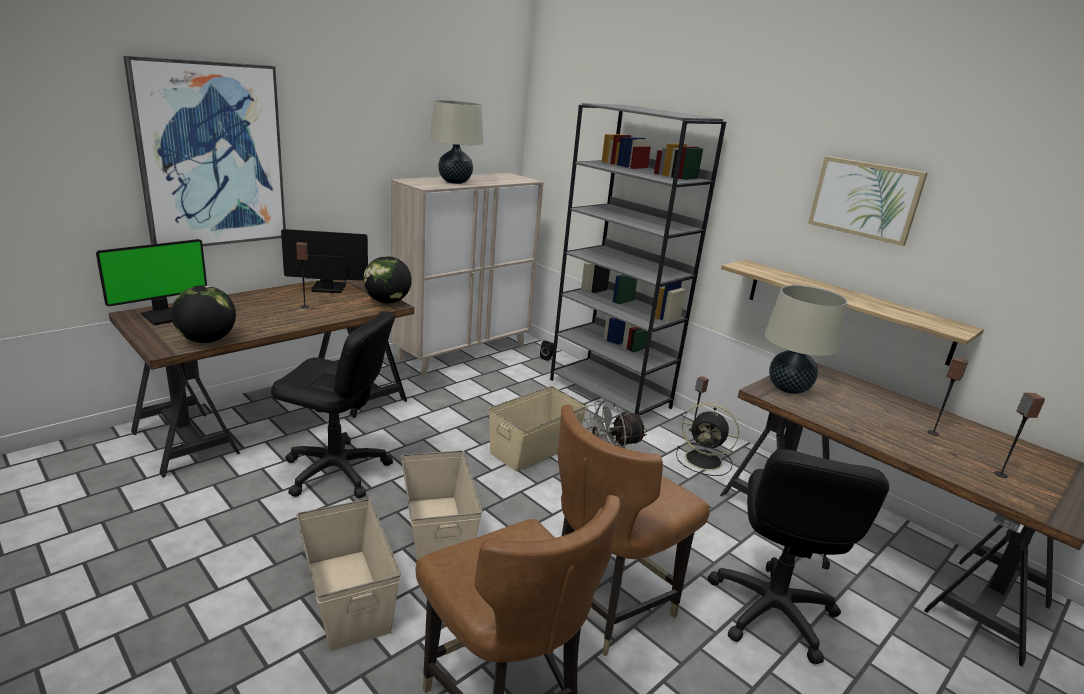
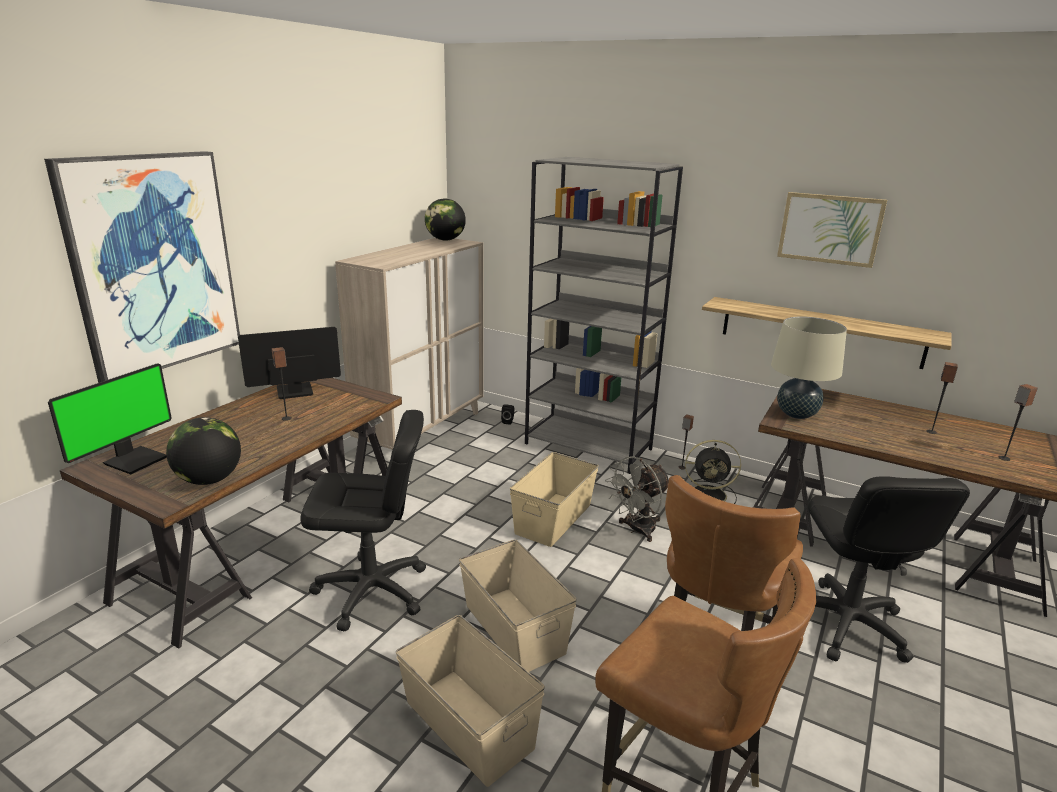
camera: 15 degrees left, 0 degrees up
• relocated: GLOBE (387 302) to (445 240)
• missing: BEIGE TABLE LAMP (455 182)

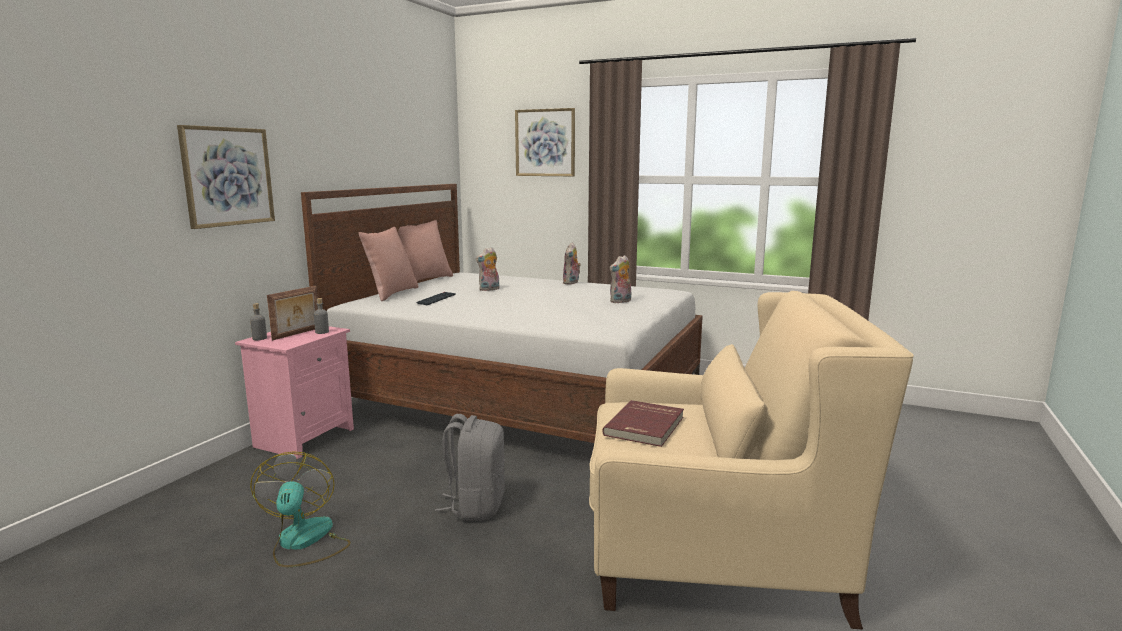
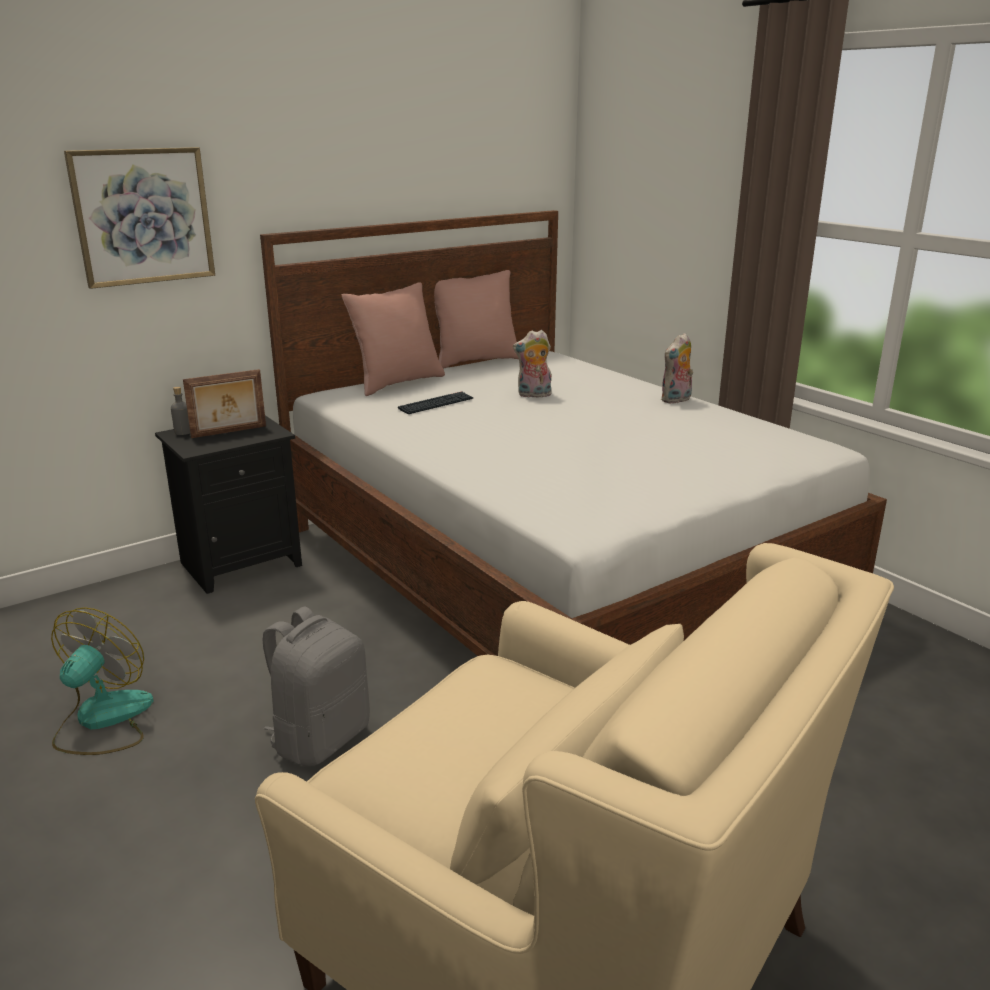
camera: 30 degrees right, 10 degrees up
• colour: PINK NIGHTSTAND (304 437) to BLACK NIGHTSTAND (242 563)
• missing: GREY BOTTLE (322 332)
• missing: PICTURE (545 143)
• missing: RED BOOK (646 426)
• missing: PLUSH TOY (620 301)

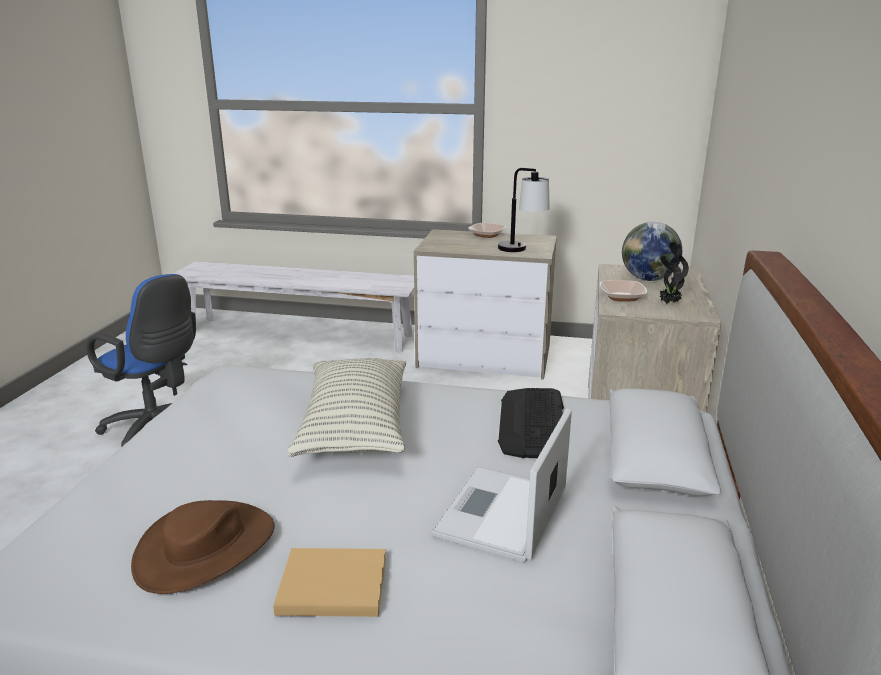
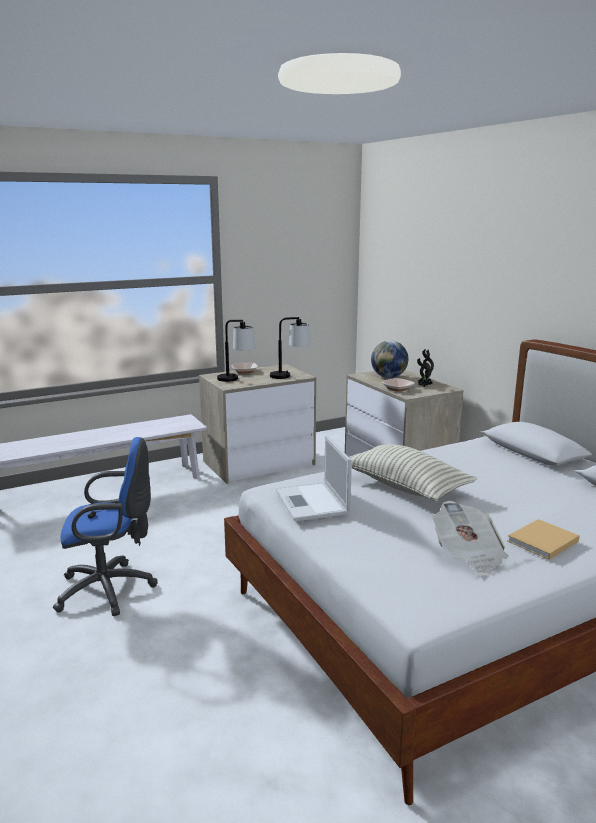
camera: 40 degrees left, 5 degrees down
• appeared: TABLE LAMP (236 380)
• relocated: LAPTOP (501 515) to (312 503)
• exchanged: BROWN HAT (206 548) to NEWSPAPER (468 555)
• missing: KEYBOARD (532 423)

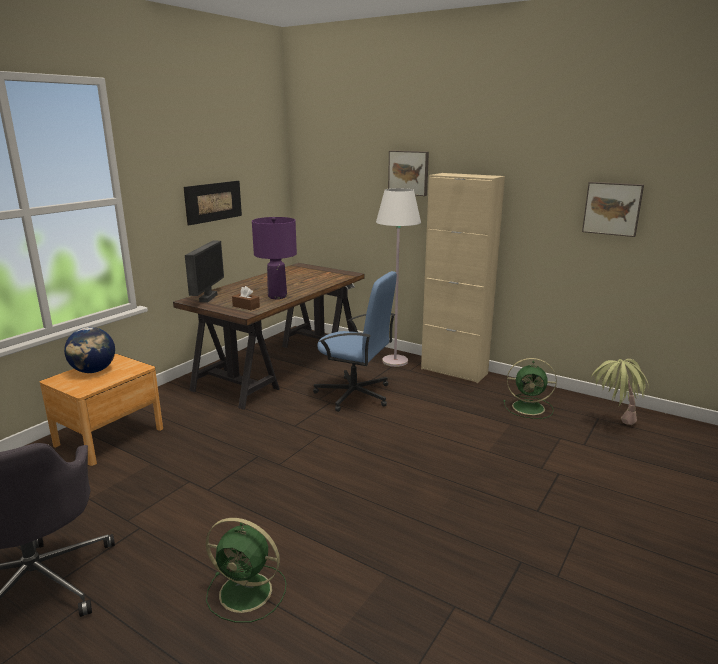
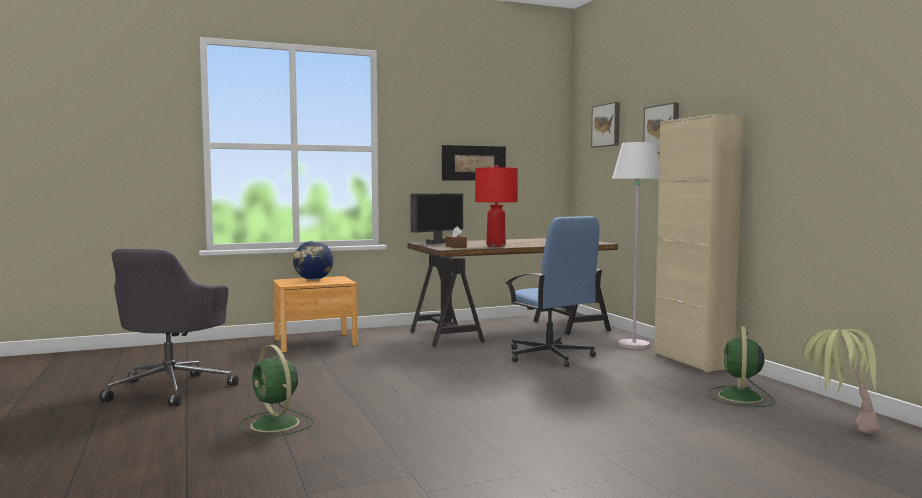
camera: 35 degrees right, 15 degrees down
• colour: PURPLE TABLE LAMP (277 296) to RED TABLE LAMP (496 246)
• relocated: PICTURE (612 208) to (607 125)
• spun: GREEN FAN (530 408) = (740 397) 60 degrees clockwise

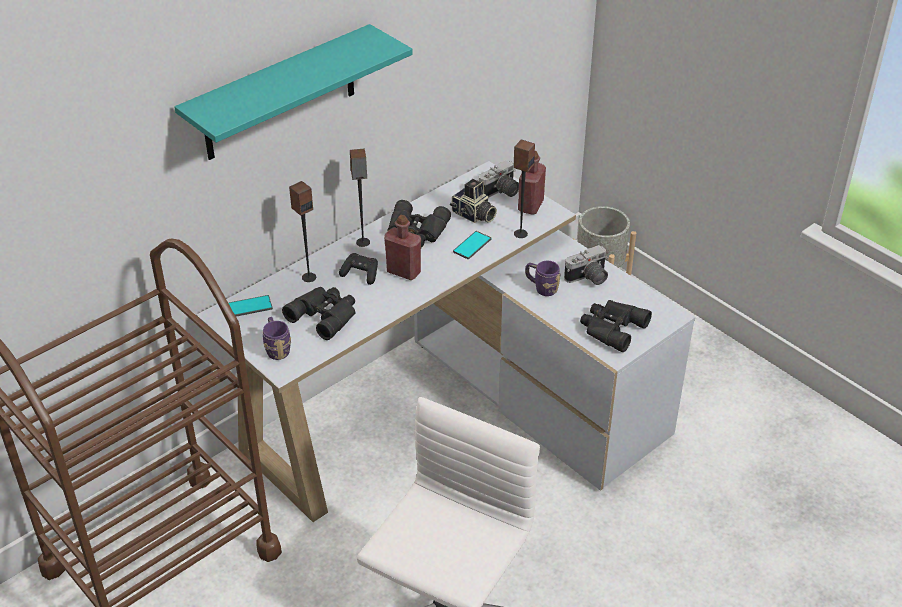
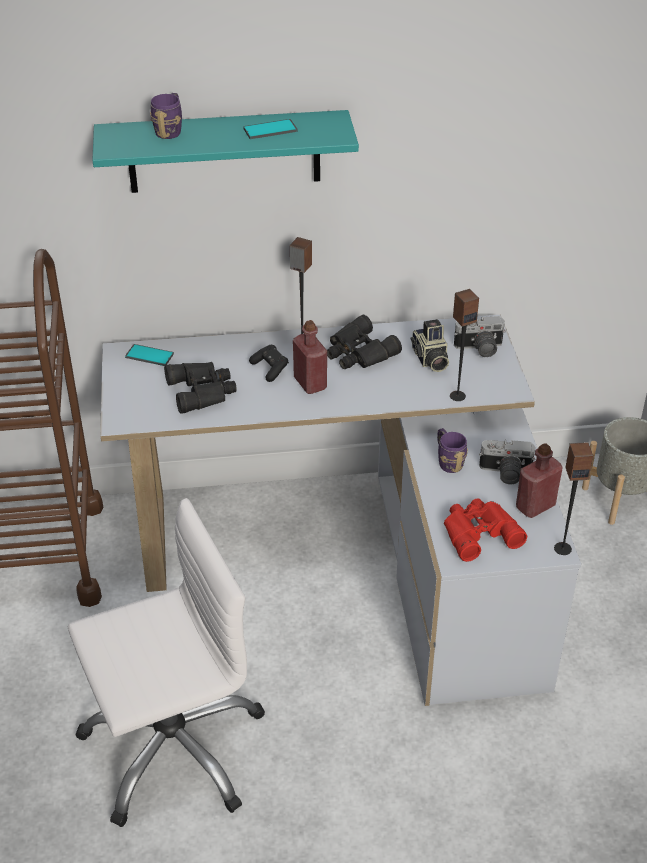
camera: 35 degrees right, 0 degrees up
• relocated: PURPLE MUG (277 348) to (170 130)
• relocated: PHONE (472 245) to (270 130)
• colour: BLACK BINOCULARS (611 328) to RED BINOCULARS (478 532)
• relocated: RED BOTTLE (530 206) to (535 506)
• relocated: SPEAKER (309 277) to (562 548)

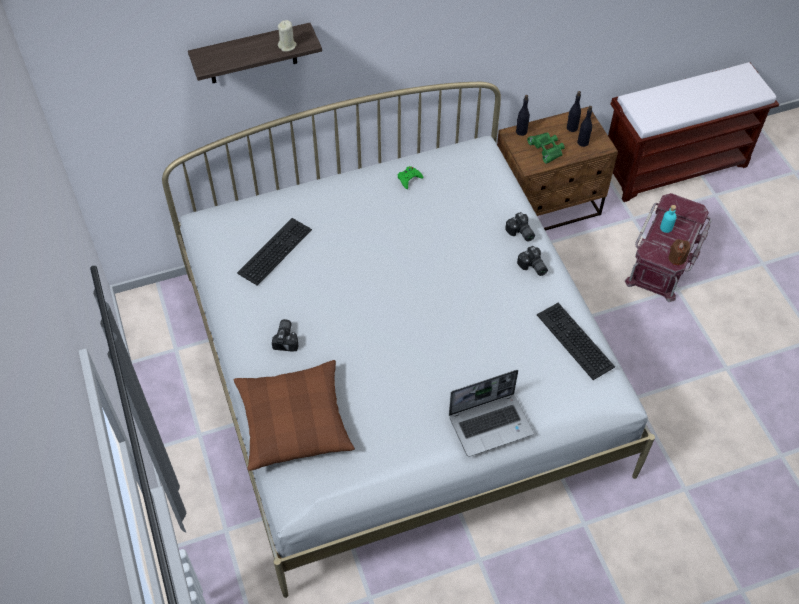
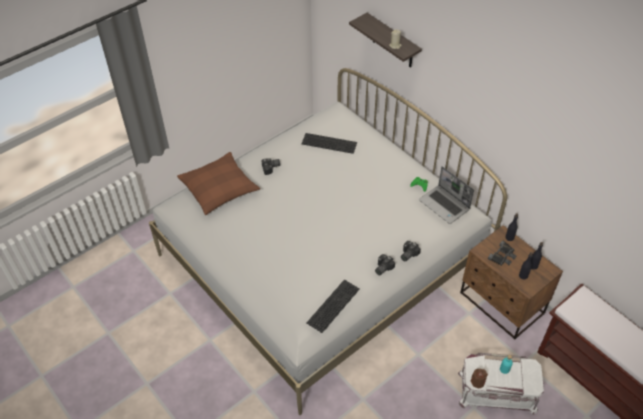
camera: 70 degrees right, 5 degrees down
• relocated: LAPTOP (491 424) to (445 205)
• colour: RED STORAGE BOX (664 260) to WHITE STORAGE BOX (497 392)
• colour: GREEN BINOCULARS (547 149) to BLACK BINOCULARS (503 256)

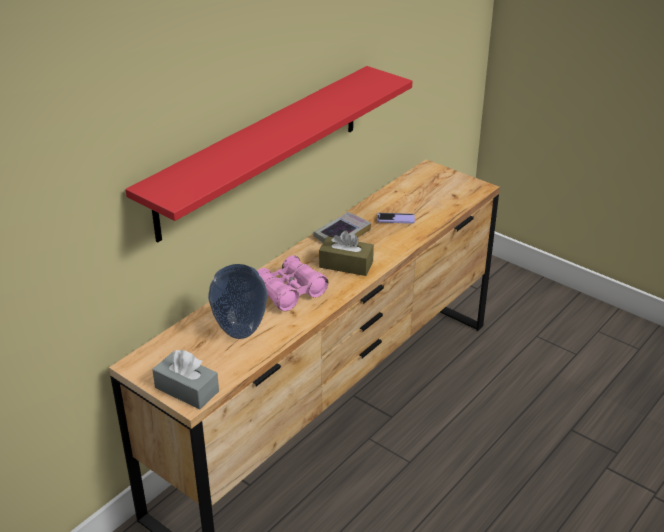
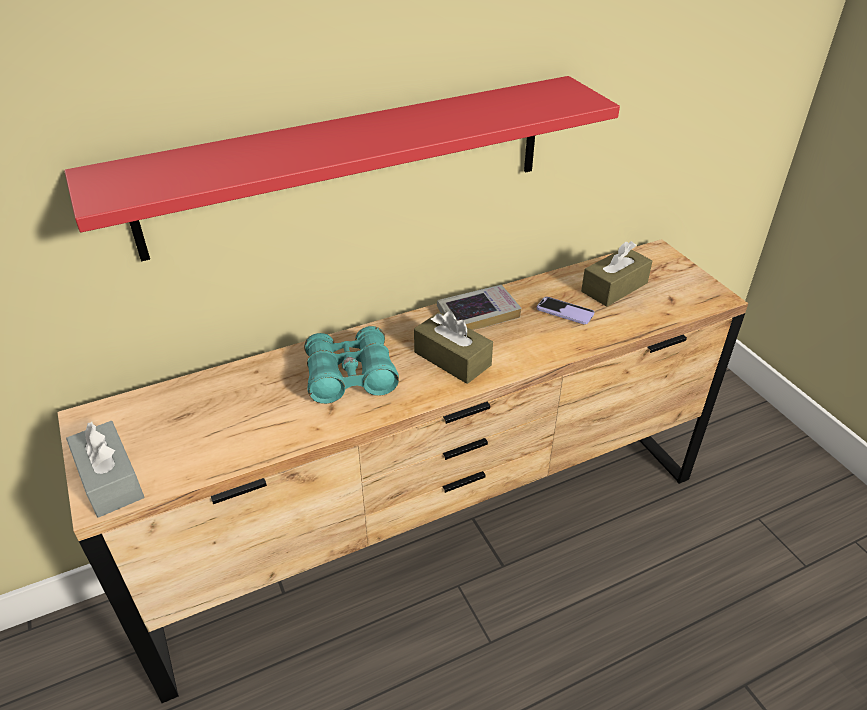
camera: 25 degrees right, 5 degrees up
• colour: PINK BINOCULARS (290 292) to TURQUOISE BINOCULARS (350 377)
• appeared: BROWN TISSUE BOX (614 287)
• missing: VASE (240 331)

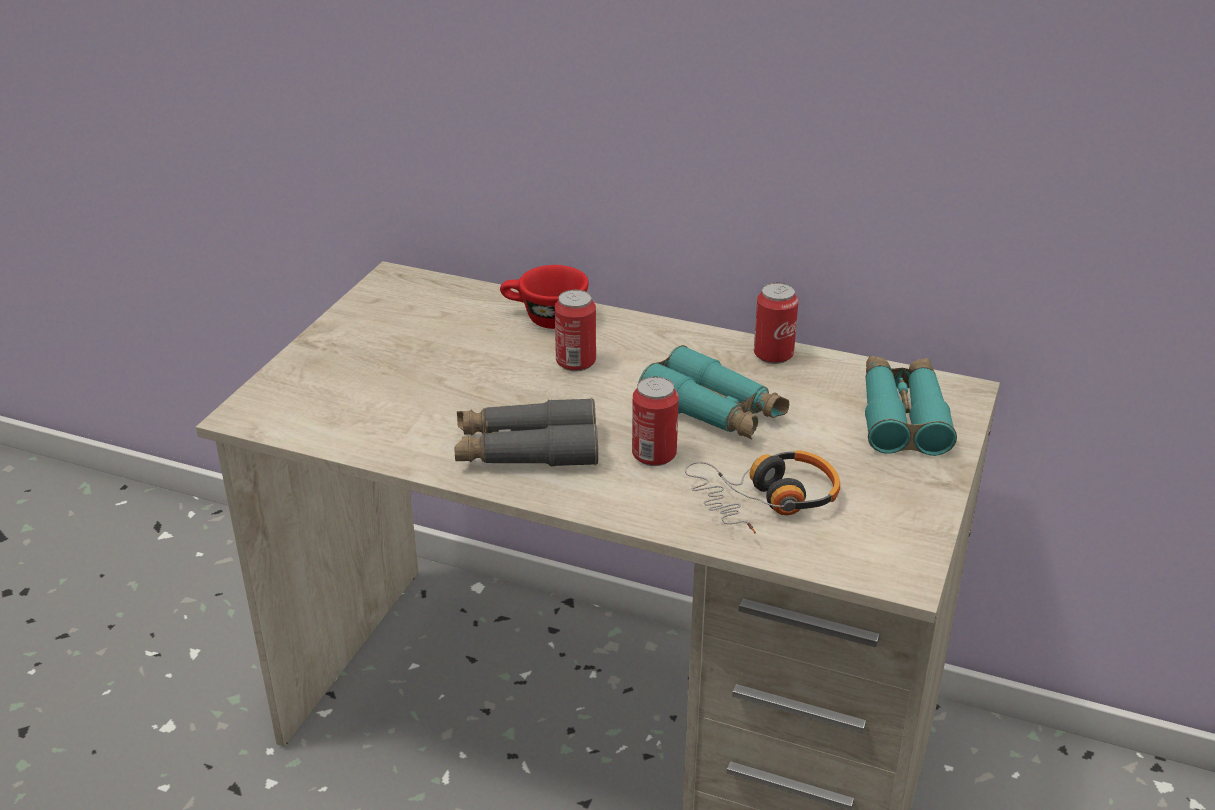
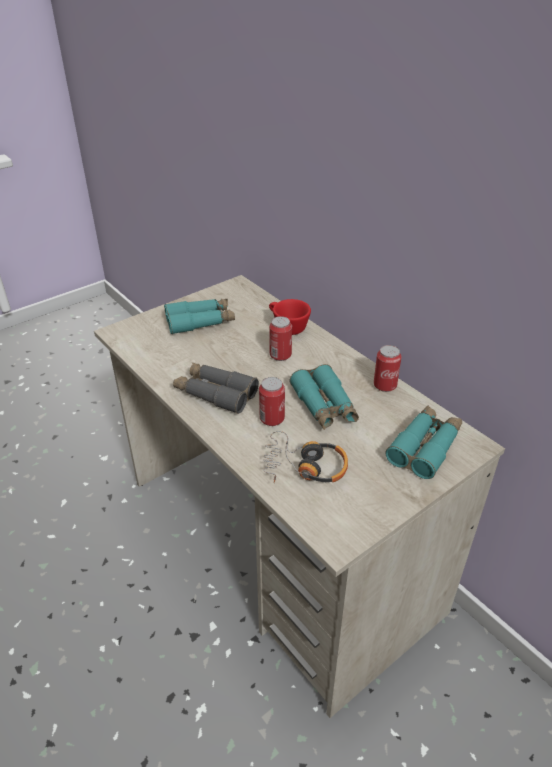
camera: 30 degrees right, 5 degrees up
• appeared: TURQUOISE BINOCULARS (200 322)

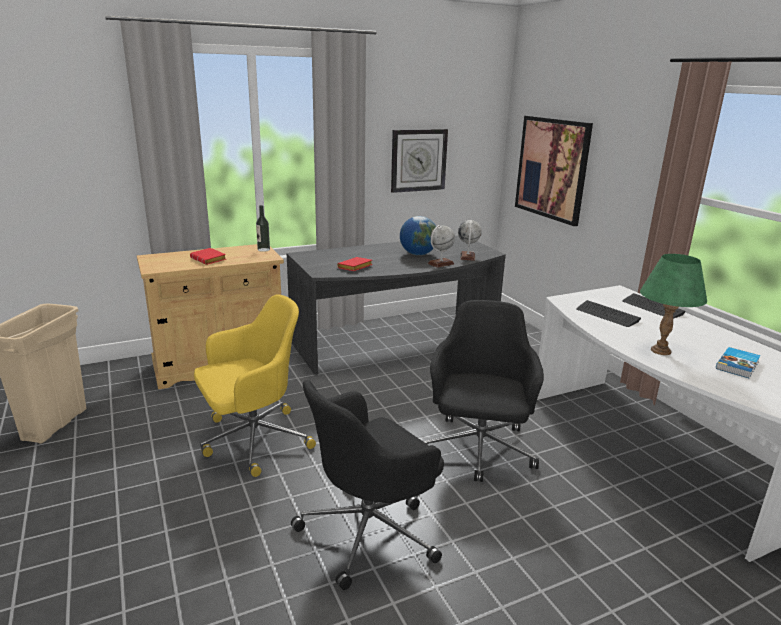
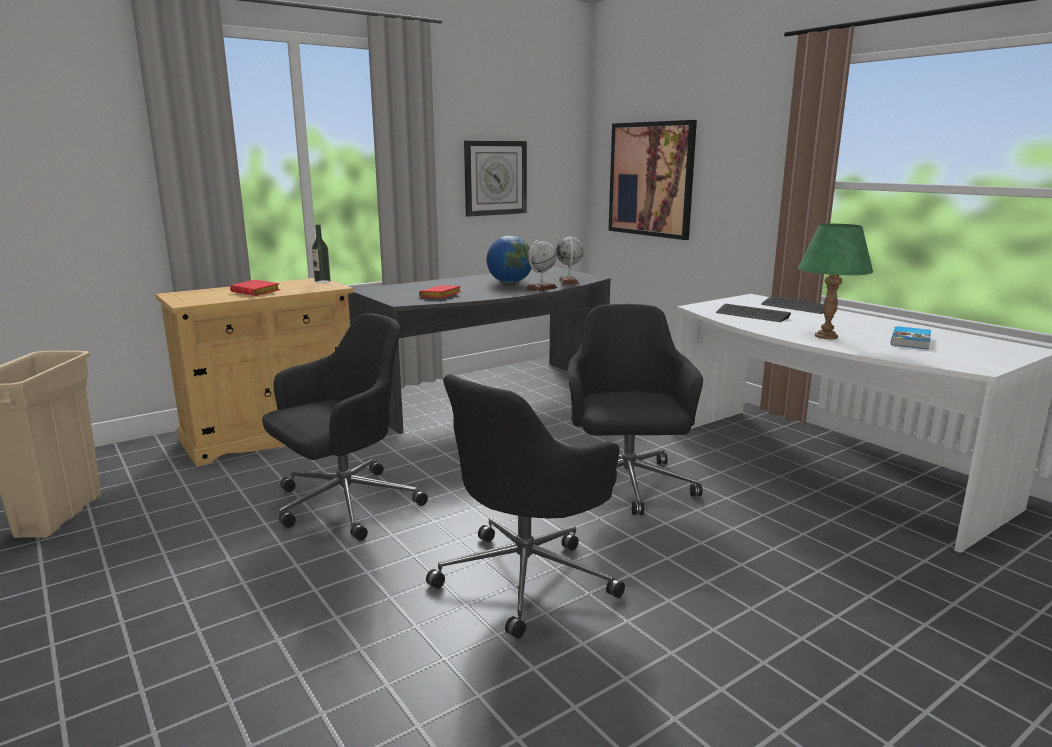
camera: 10 degrees left, 5 degrees down
• colour: YELLOW OFFICE CHAIR (253 440) to BLACK OFFICE CHAIR (344 505)

